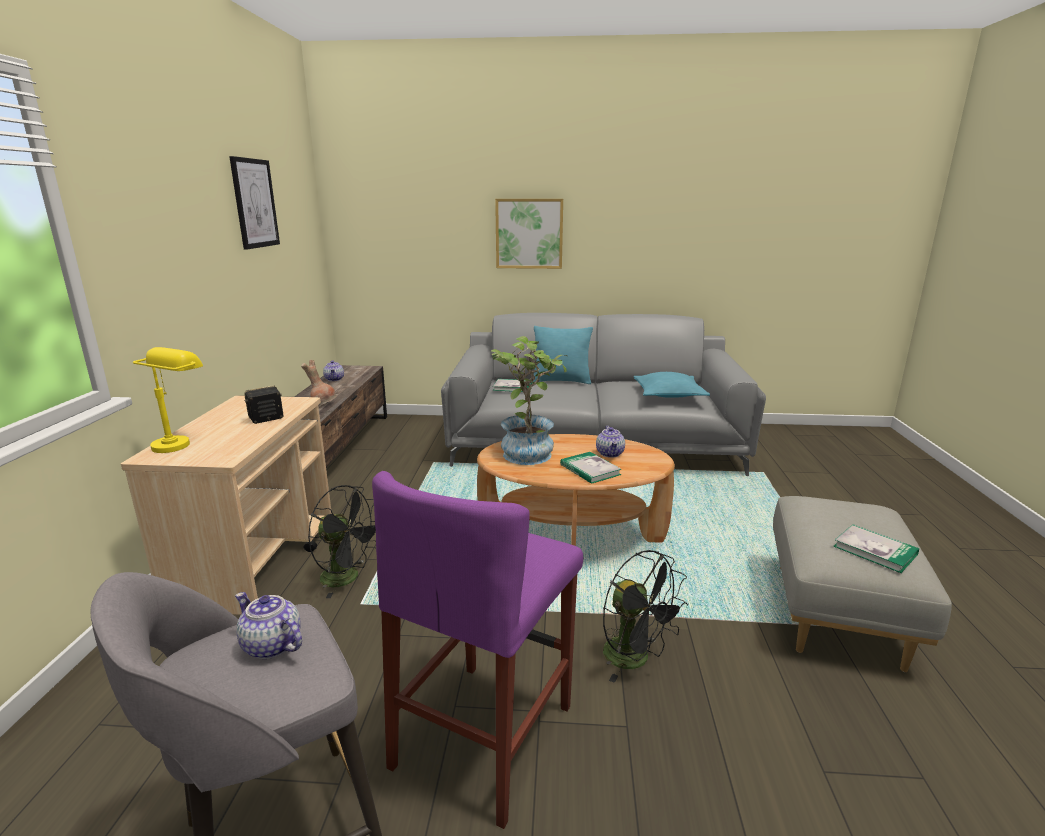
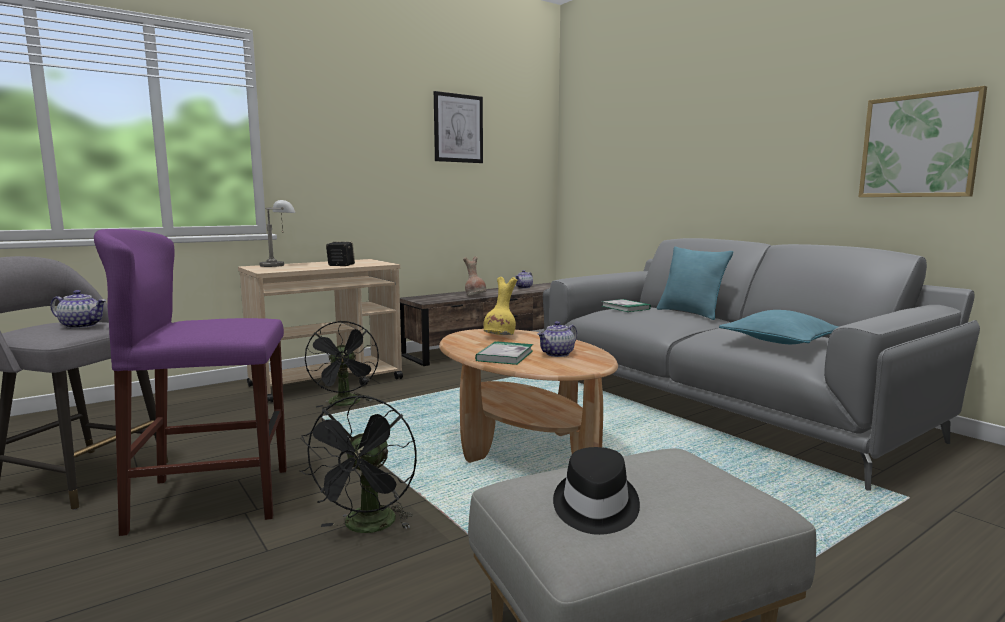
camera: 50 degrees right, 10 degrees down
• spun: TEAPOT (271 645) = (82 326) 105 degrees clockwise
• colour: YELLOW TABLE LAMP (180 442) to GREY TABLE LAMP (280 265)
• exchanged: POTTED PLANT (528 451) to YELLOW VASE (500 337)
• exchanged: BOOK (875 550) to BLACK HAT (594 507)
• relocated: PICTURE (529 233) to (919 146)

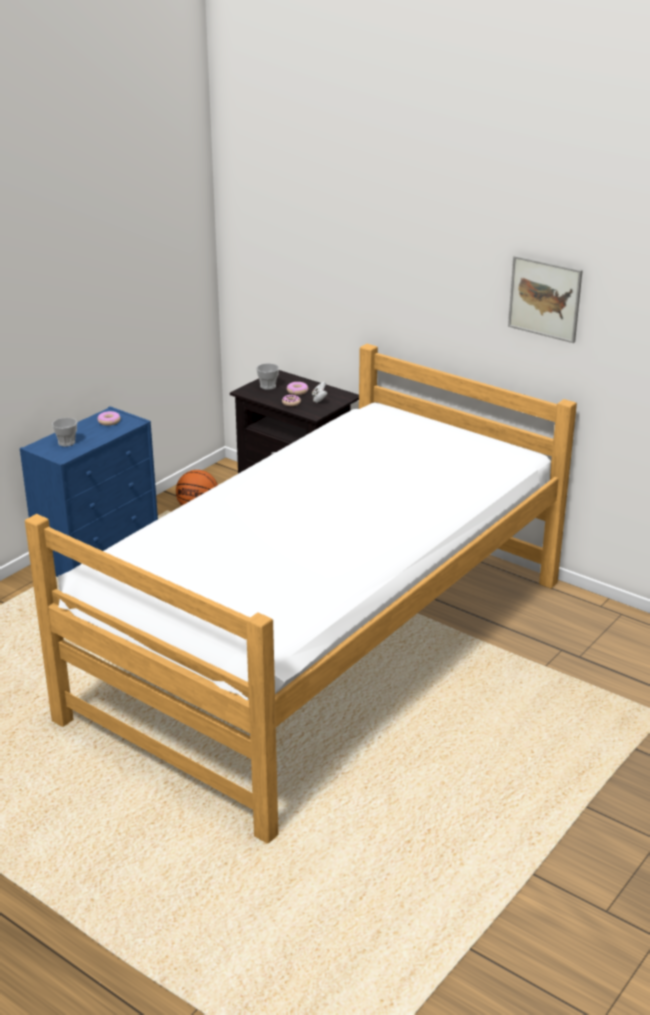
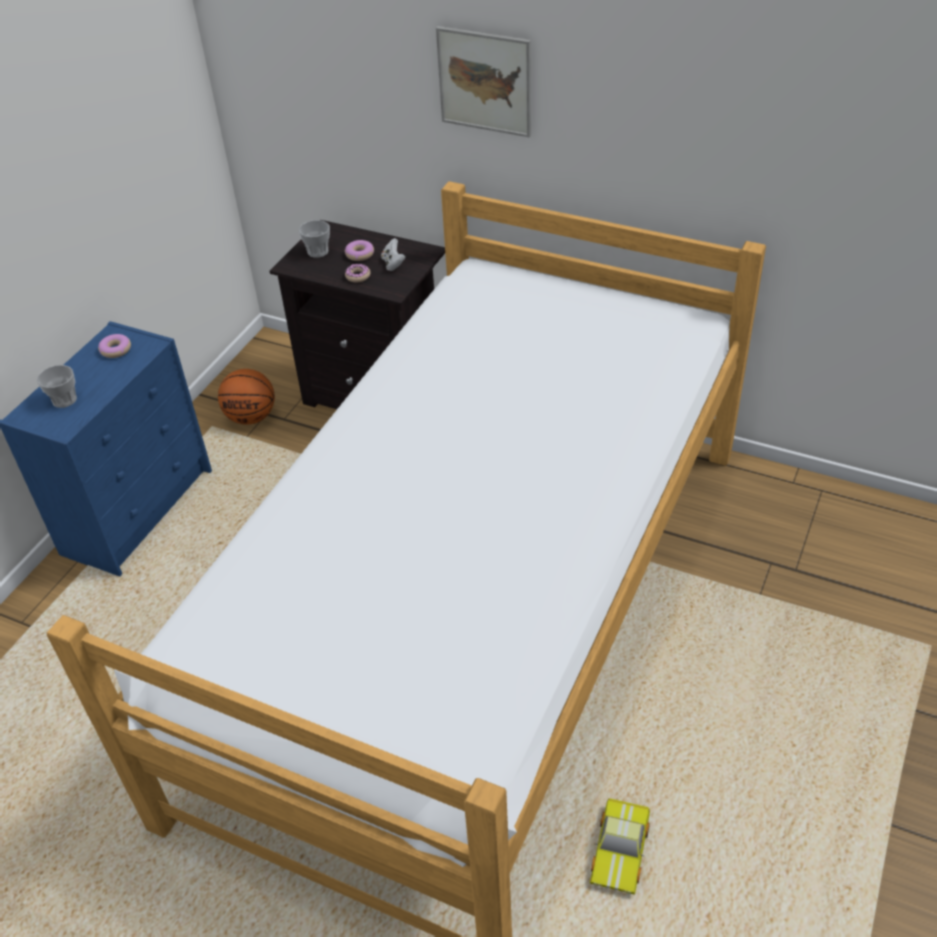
camera: 10 degrees left, 15 degrees up
• relocated: PICTURE (545 298) to (485 81)
• appeared: TOY CAR (622 850)

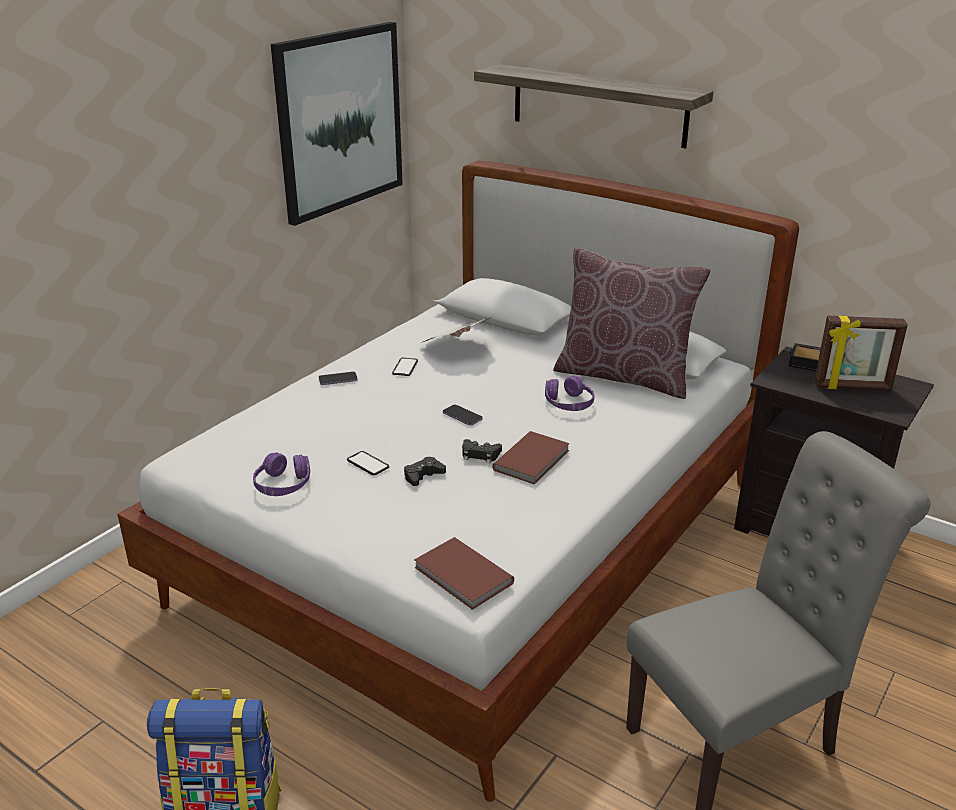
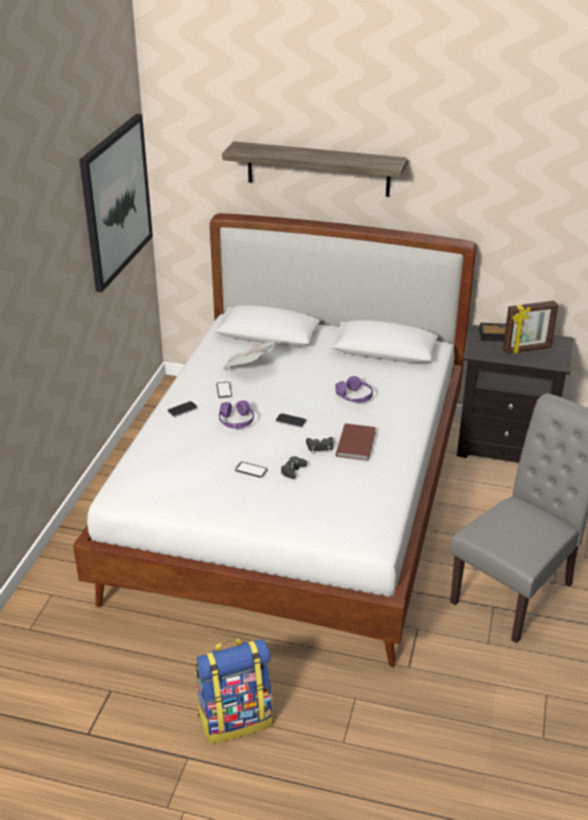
camera: 20 degrees left, 5 degrees up
• relocated: PURPLE HEADPHONES (283 485) to (236 421)
• missing: BROWN BOOK (462 577)
• missing: BROWN PILLOW (624 376)

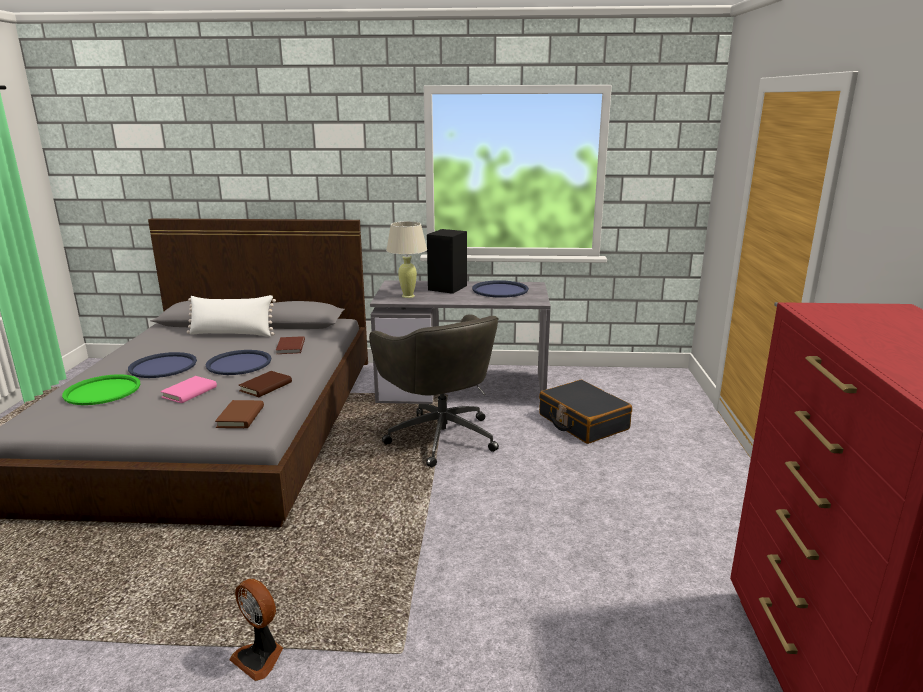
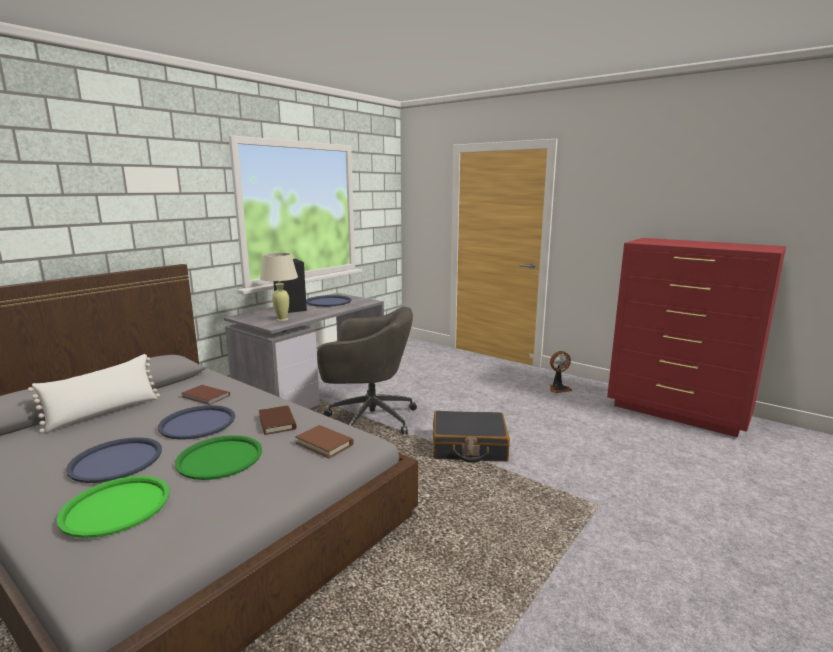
camera: 55 degrees left, 5 degrees down
• exchanged: PINK BOOK (189 392) to GREEN TRAY (220 458)
• relocated: BLACK SUITCASE (582 422) to (469 447)
• relocated: FAN (260 657) to (558 388)

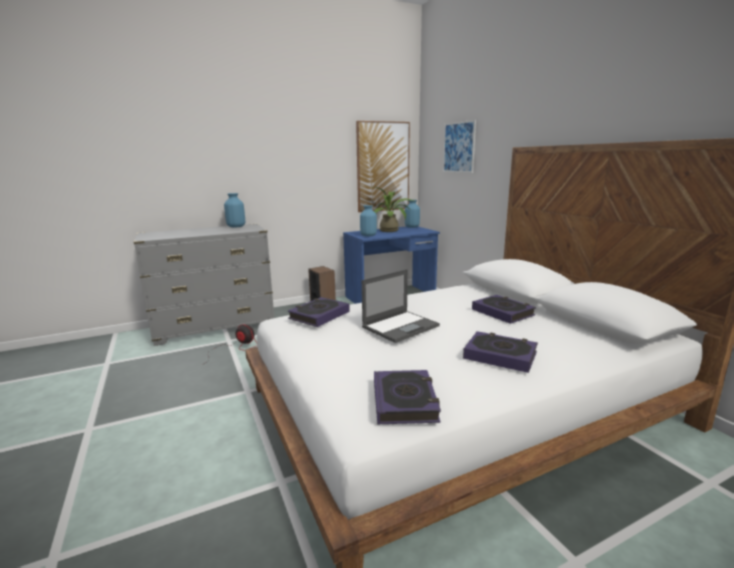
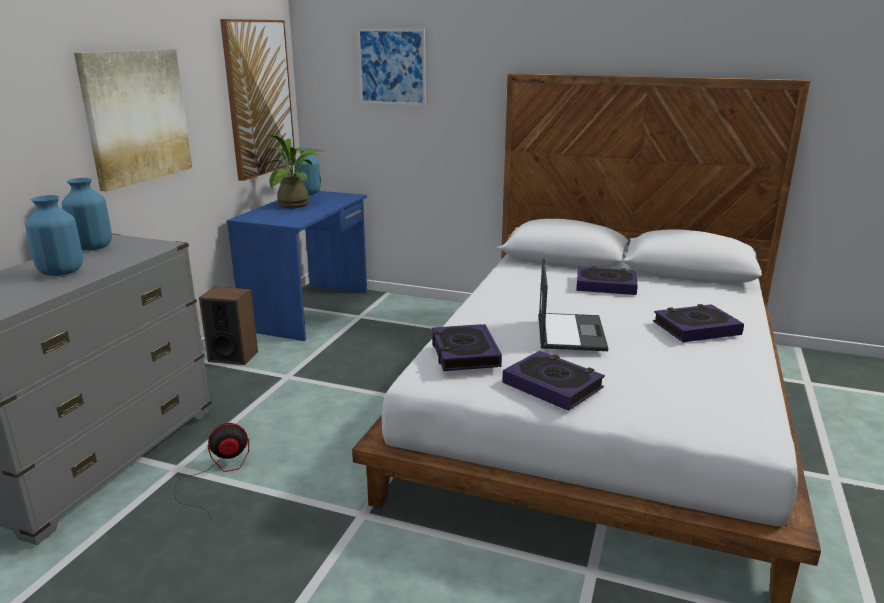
camera: 45 degrees left, 5 degrees up
• relocated: BLUE VASE (368 235) to (61 272)
• appeared: PICTURE (136 116)
• relocated: BOOK (404 401) to (552 385)

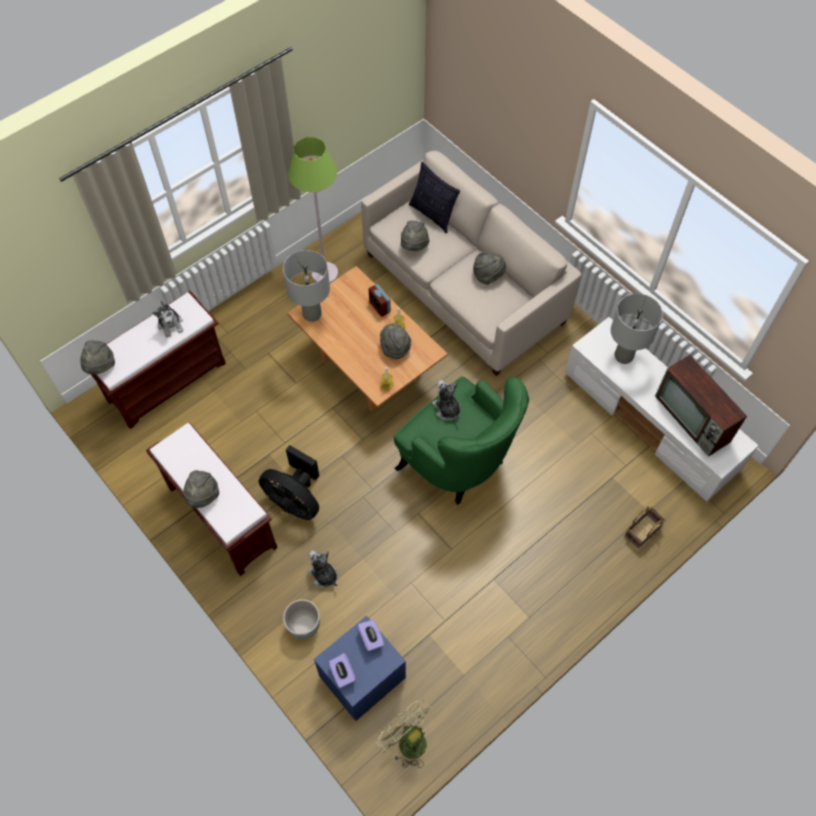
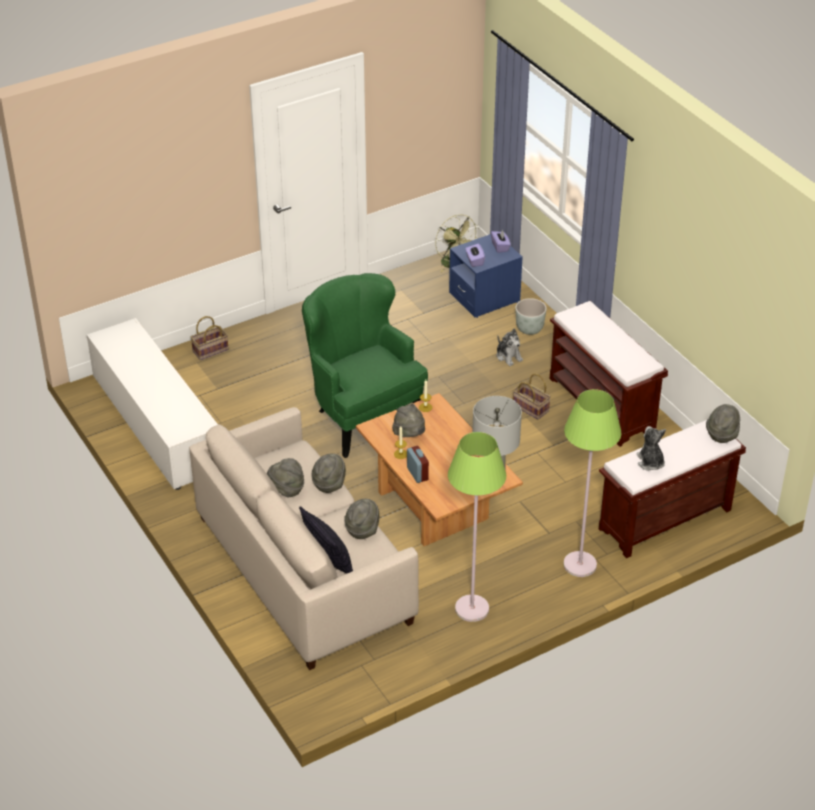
camera: 170 degrees left, 20 degrees down
• relocated: GREY HAT (203 496) to (329 483)
• exchanged: BLACK FAN (295 500) to BASKET (529 408)
• appeared: GREEN FLOOR LAMP (580 565)
• missing: PLUSH TOY (447 409)
• missing: GREY TABLE LAMP (623 356)
• missing: TELEVISION (693 420)

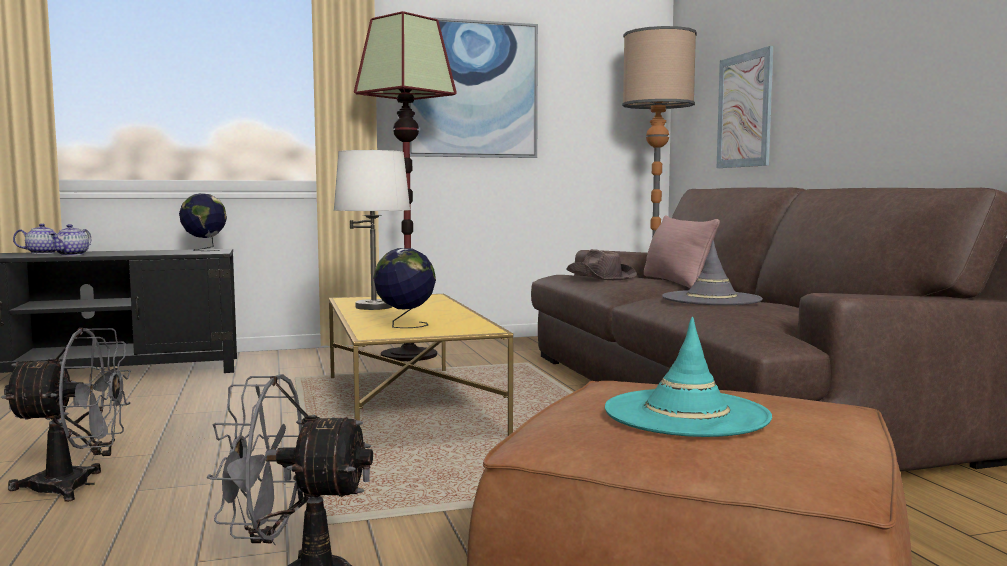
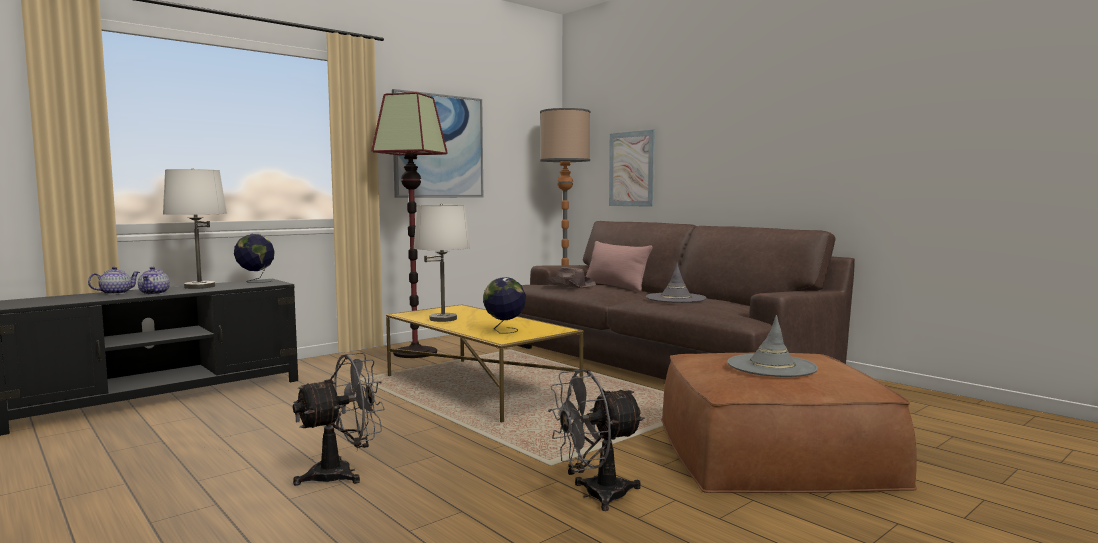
camera: 25 degrees left, 0 degrees up
• appeared: WHITE TABLE LAMP (200 286)
• colour: TURQUOISE HAT (686 414) to GREY HAT (771 366)

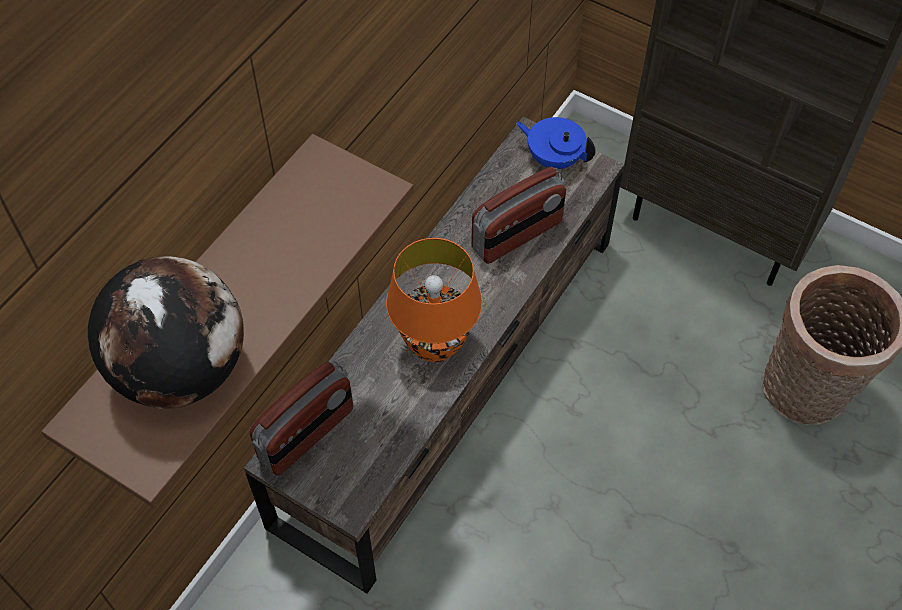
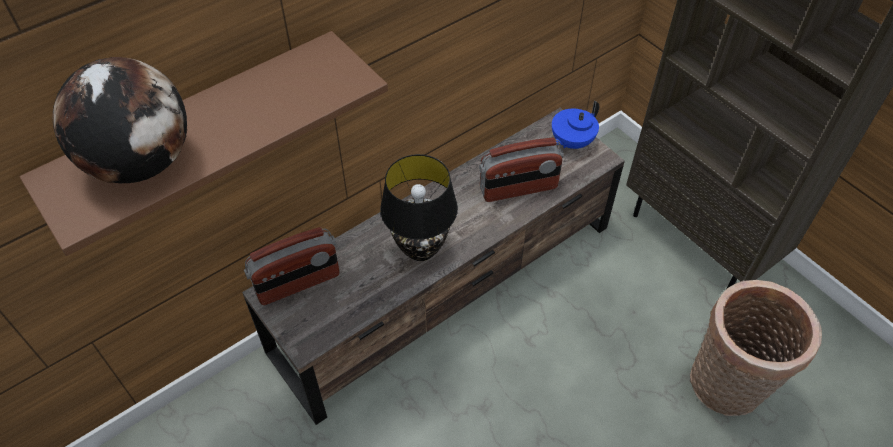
camera: 20 degrees right, 5 degrees down
• colour: ORANGE TABLE LAMP (435 345) to BLACK TABLE LAMP (421 248)
• spun: BLUE TEAPOT (554 158) = (571 142) 90 degrees counterclockwise

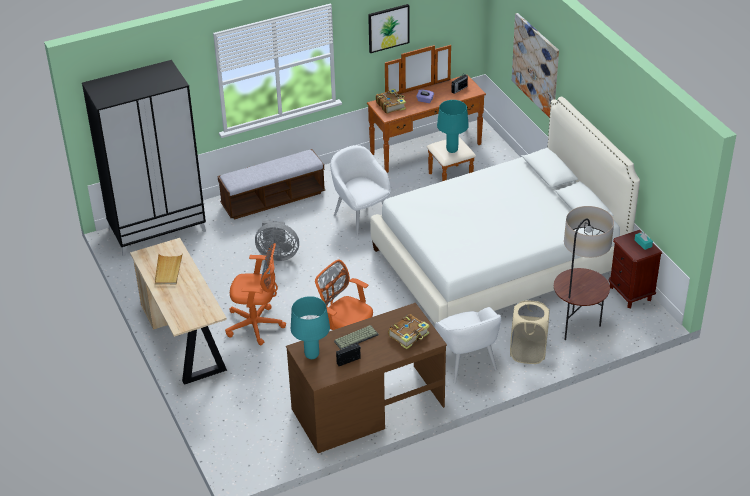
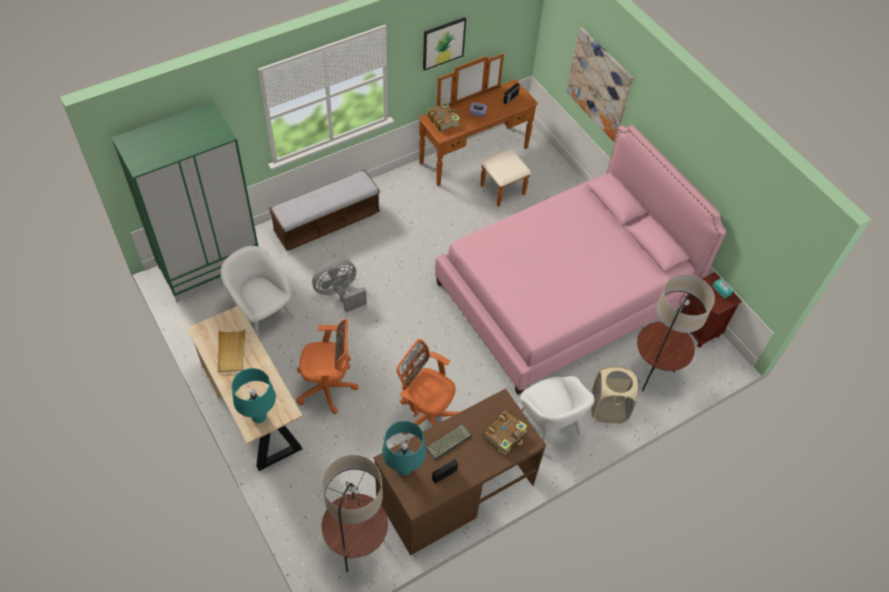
camera: 10 degrees left, 15 degrees up
• colour: BLACK WARDROBE (158 230) to GREEN WARDROBE (210 266)
• relocated: WHITE ARMCHAIR (361 216) to (262 314)
• relocated: TURQUOISE TABLE LAMP (452 150) to (259 417)
• spun: GREY FAN (277 255) = (339 294) 150 degrees clockwise
• appeared: FLOOR LAMP (357 548)
• colour: WHITE BED (498 261) to PINK BED (564 293)

